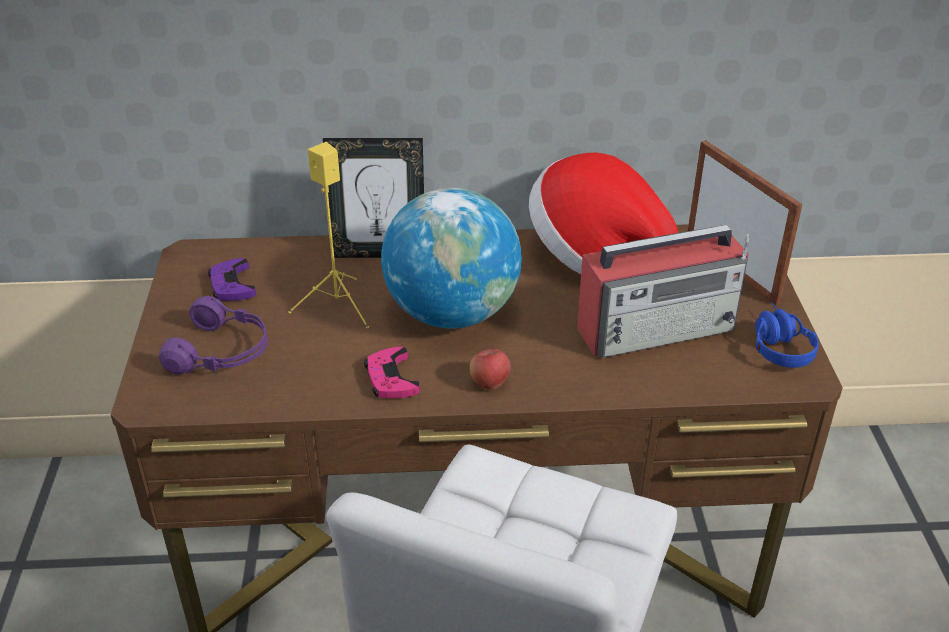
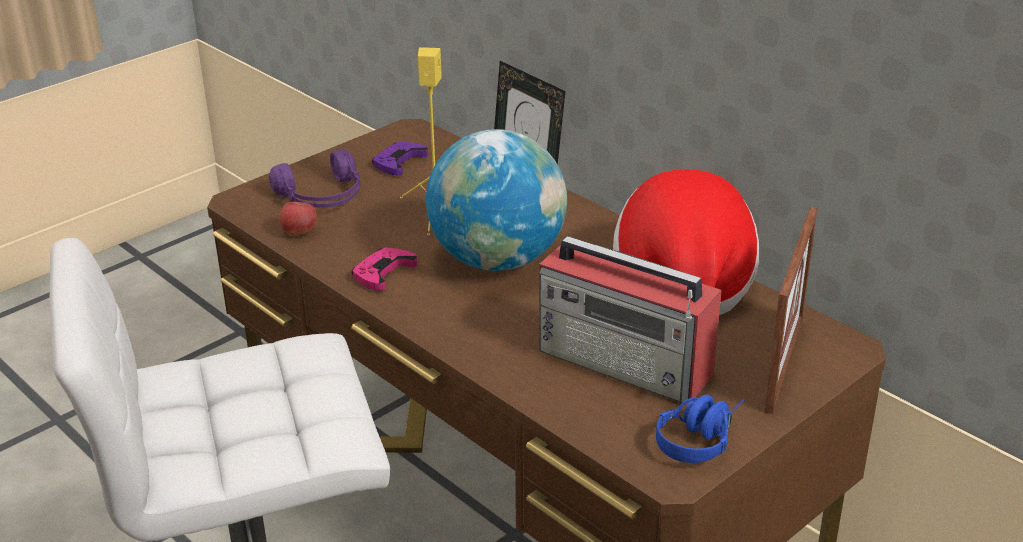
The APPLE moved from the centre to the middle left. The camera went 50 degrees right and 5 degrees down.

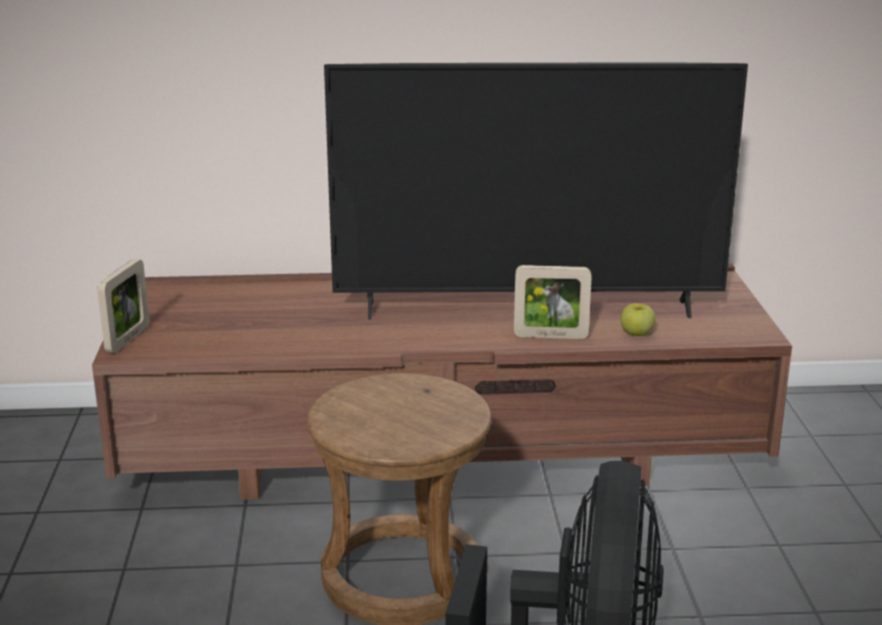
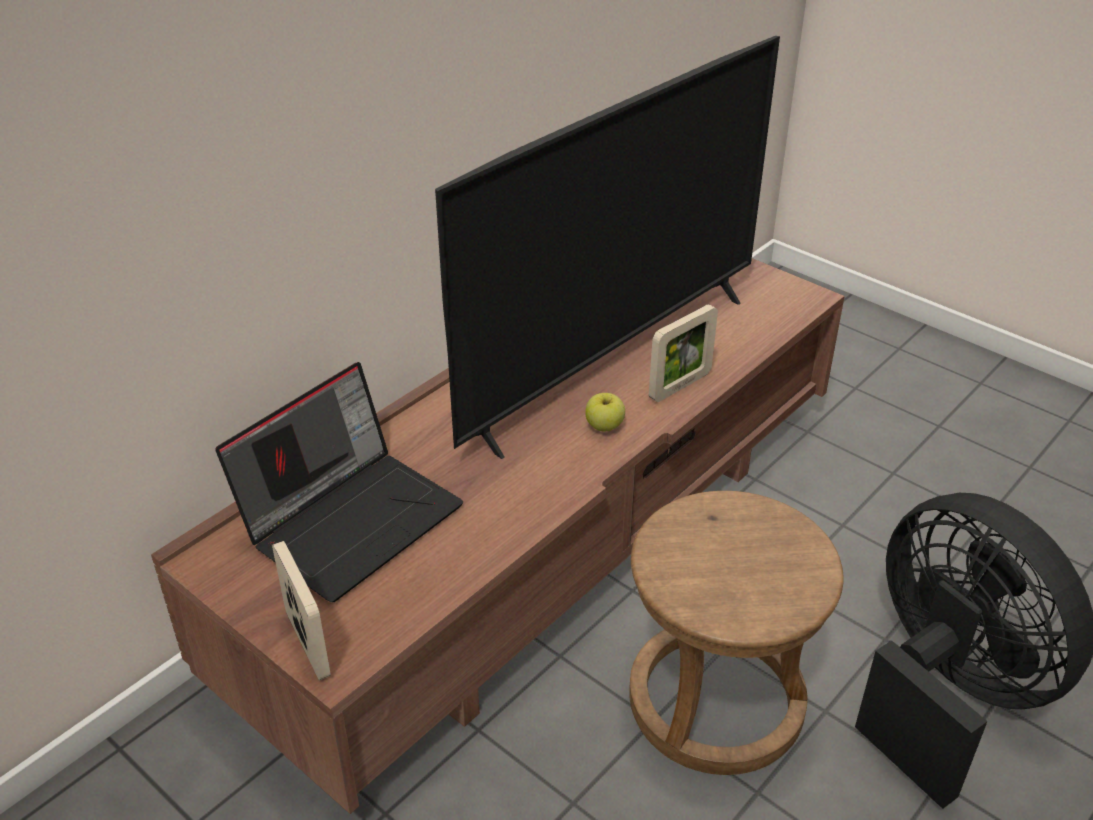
The APPLE moved from the middle right to the centre. The LAPTOP at the middle left appeared. The camera went 45 degrees left and 15 degrees up.

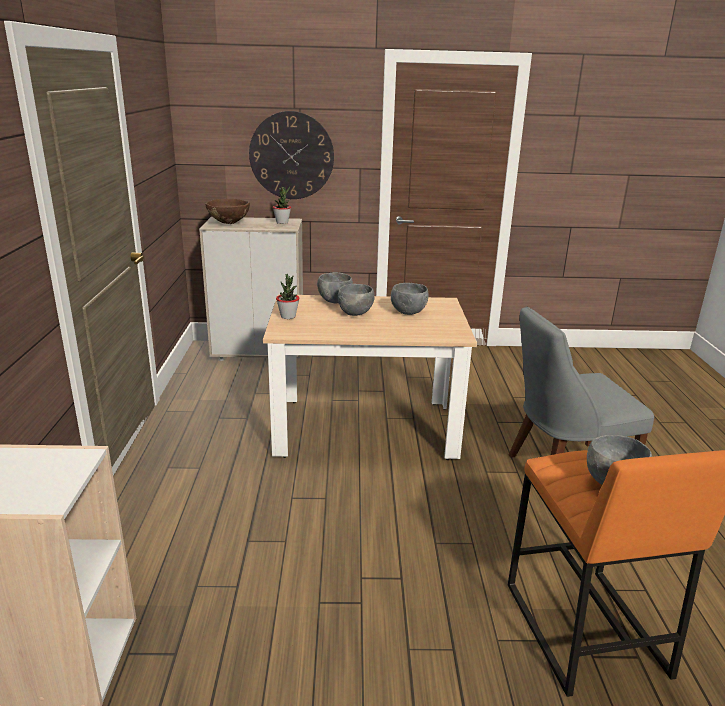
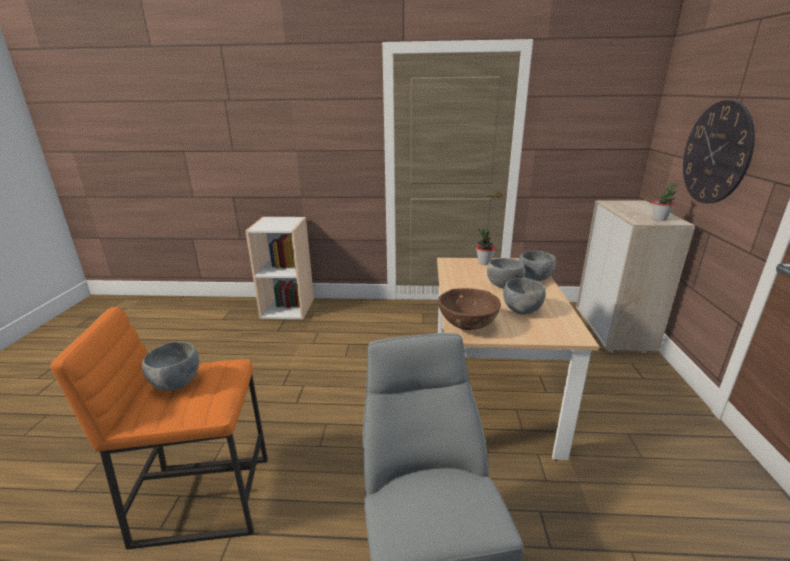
The BROWN BOWL moved from the top left to the centre. The camera went 95 degrees right and 0 degrees up.

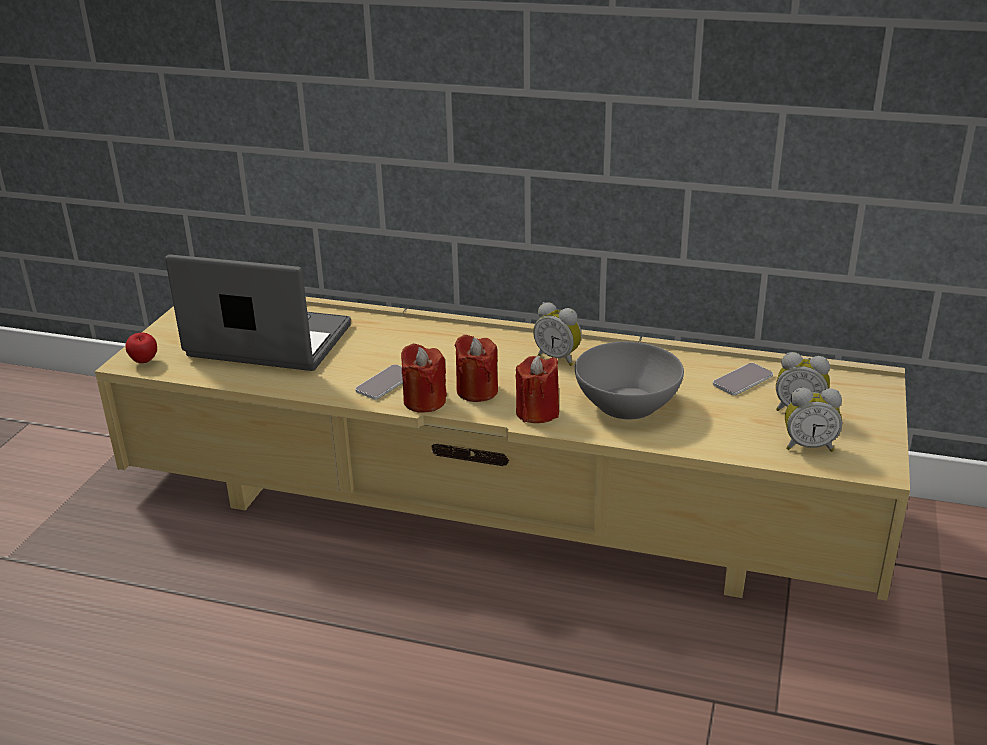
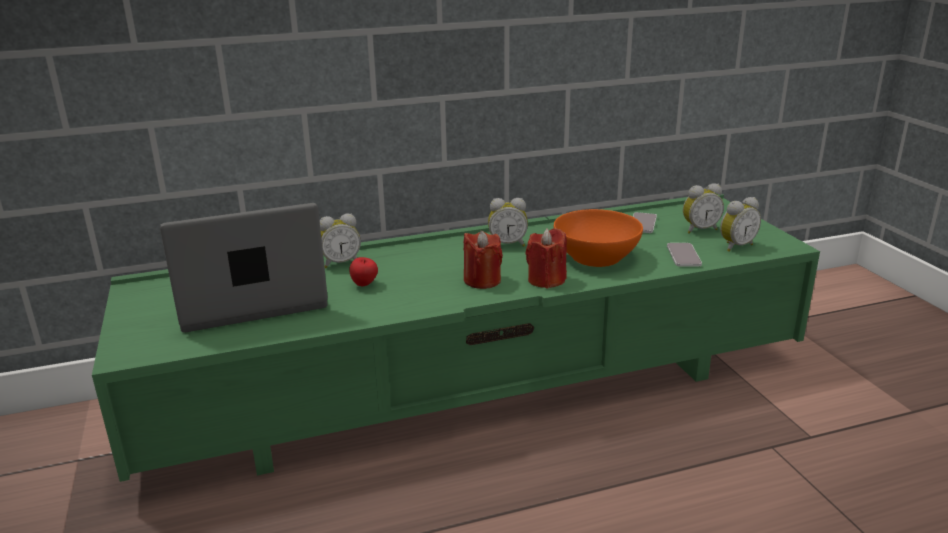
The BEIGE TV STAND at the centre became the GREEN TV STAND at the centre. The APPLE moved from the middle left to the centre. The PHONE (1st from left in the first image) moved from the centre to the middle right. The RED CANDLE (1st from left) at the centre disappeared. The GREY BOWL at the centre became the ORANGE BOWL at the centre. The ALARM CLOCK (1st from left) at the centre appeared. The camera went 35 degrees left and 5 degrees down.

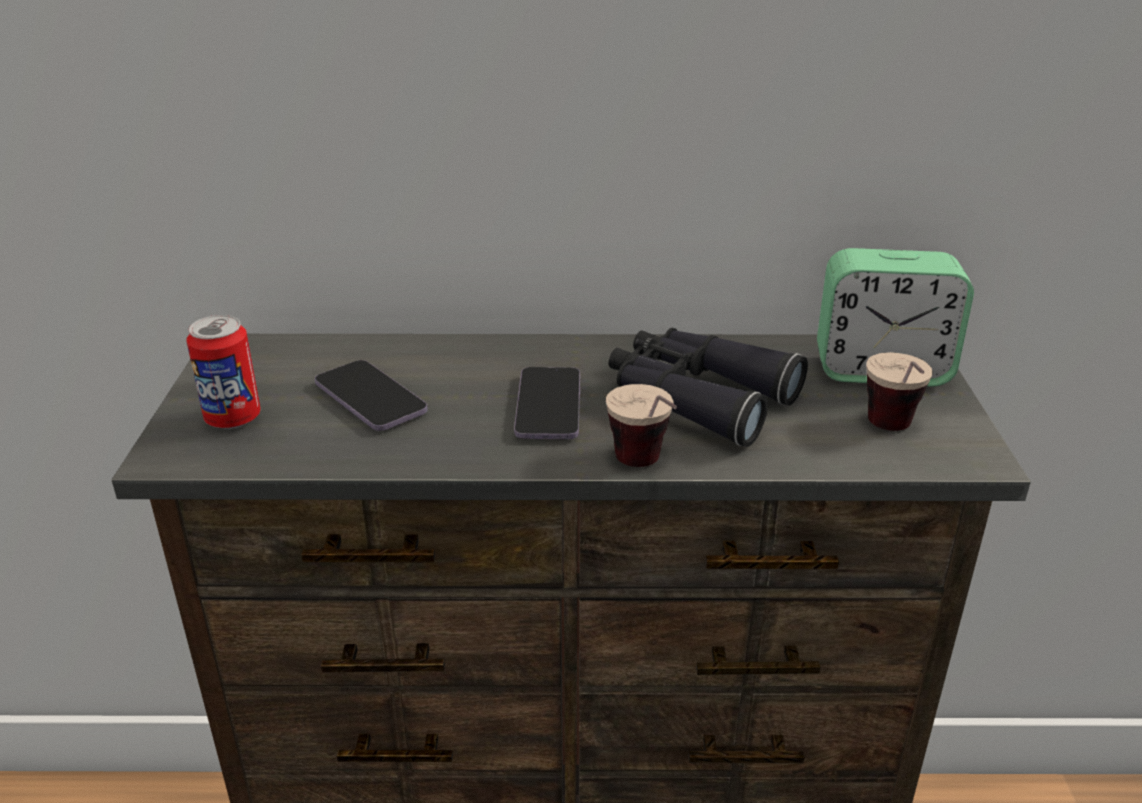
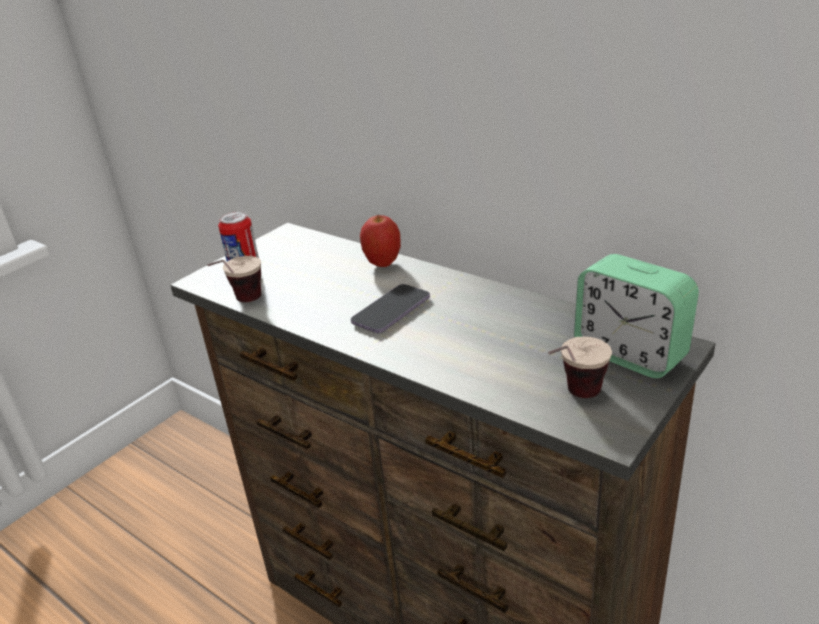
The PHONE (1st from left) at the middle left disappeared. The CUP (1st from left) moved from the centre to the middle left. The BLACK BINOCULARS at the centre disappeared. The APPLE at the centre appeared. The camera went 40 degrees right and 0 degrees up.

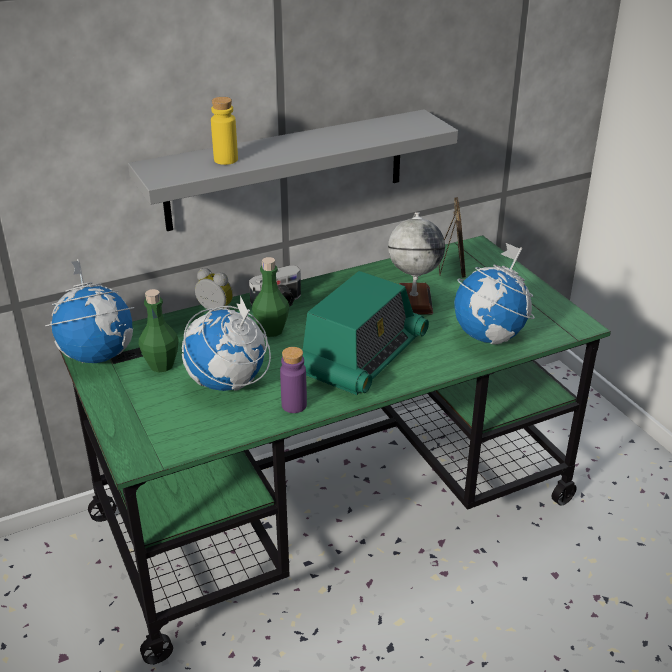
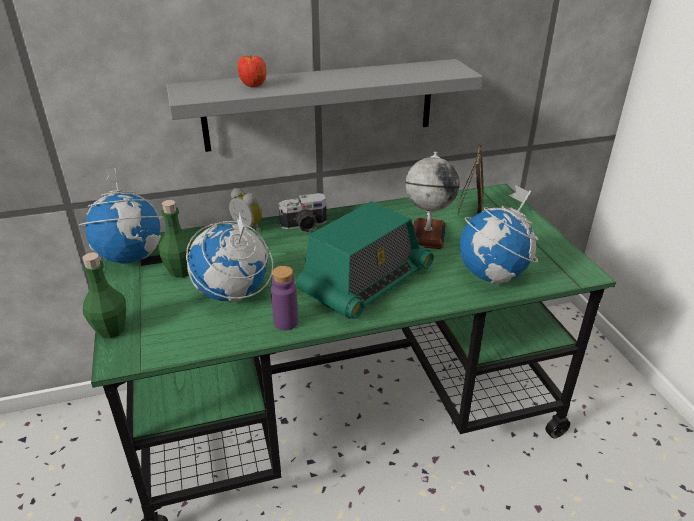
The YELLOW BOTTLE at the top centre was replaced by the APPLE at the top centre. The GREEN BOTTLE (2nd from left in the first image) moved from the centre to the middle left. The camera went 10 degrees right and 0 degrees up.

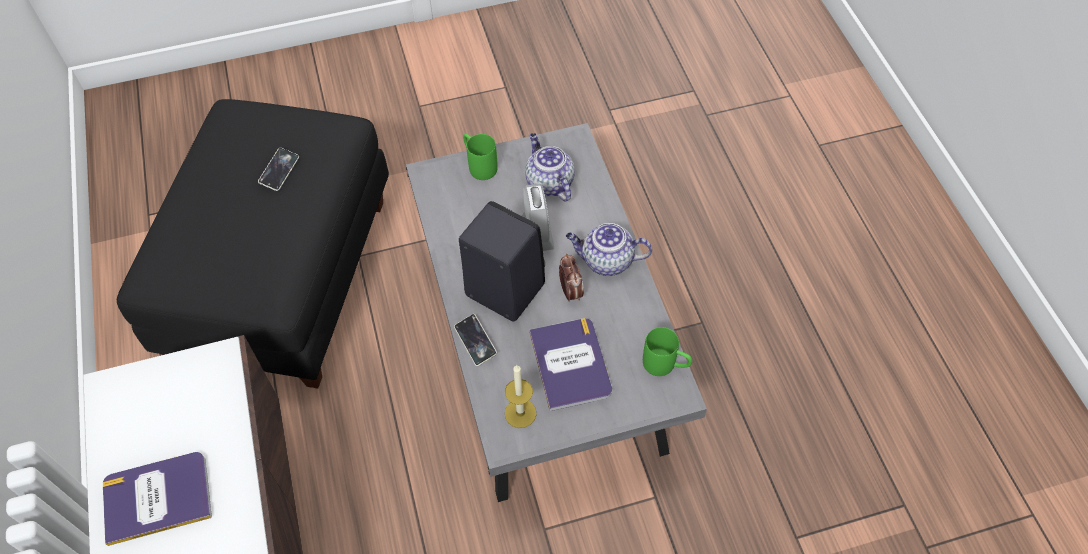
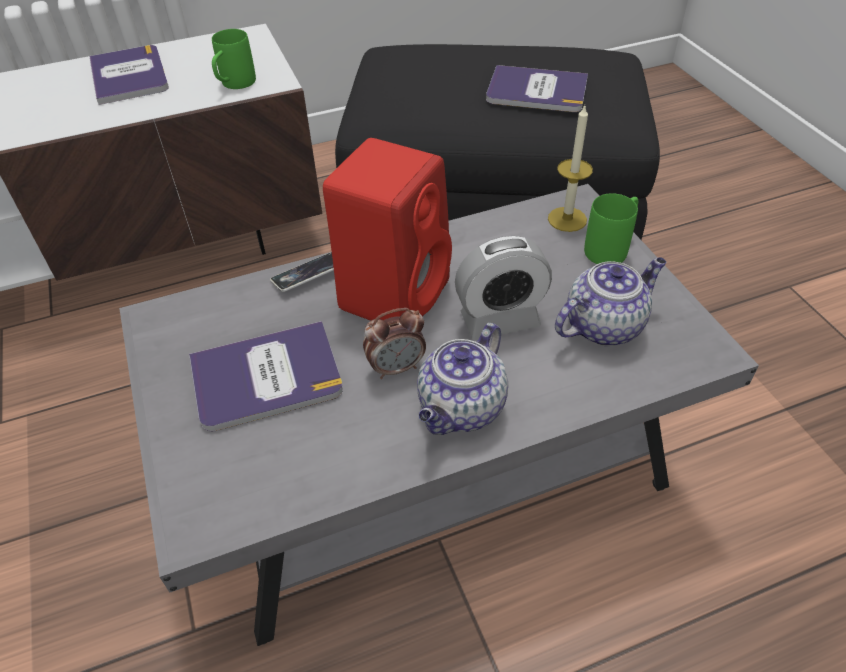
The PHONE (1st from left) at the top left was replaced by the BOOK (3rd from left) at the top centre. The BLACK SPEAKER at the centre became the RED SPEAKER at the centre. The CANDLE moved from the bottom centre to the top right. The TEAPOT (2nd from left in the first image) at the centre turned 150 degrees counterclockwise. The GREEN MUG (2nd from left in the first image) moved from the centre to the top left. The camera went 85 degrees right and 10 degrees down.

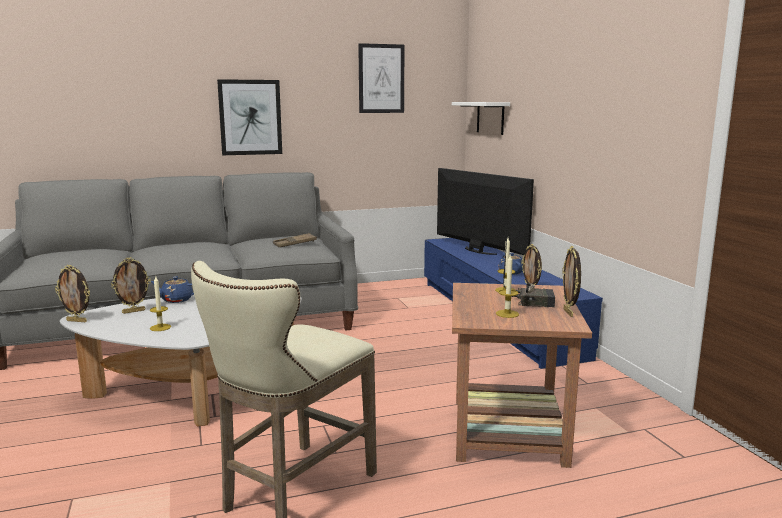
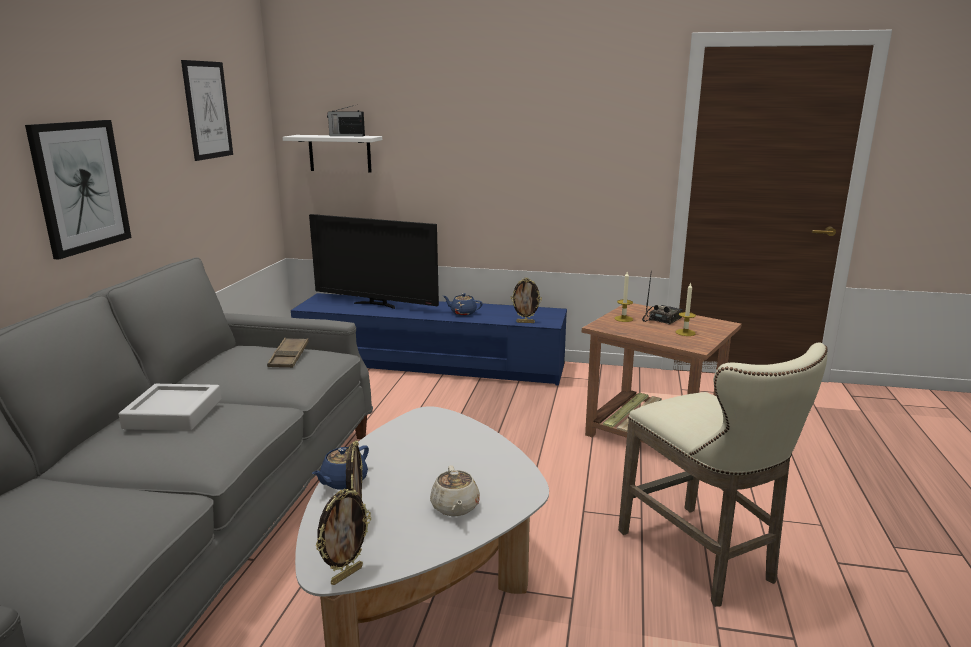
The CANDLE (1st from left) at the middle left was replaced by the BEIGE TEAPOT at the bottom centre. The TELEVISION at the centre turned 150 degrees counterclockwise. The PICTURE FRAME (4th from left) at the middle right disappeared. The GREY TRAY at the middle left appeared. The RADIO (1st from left) at the top centre appeared. The camera went 60 degrees left and 5 degrees up.

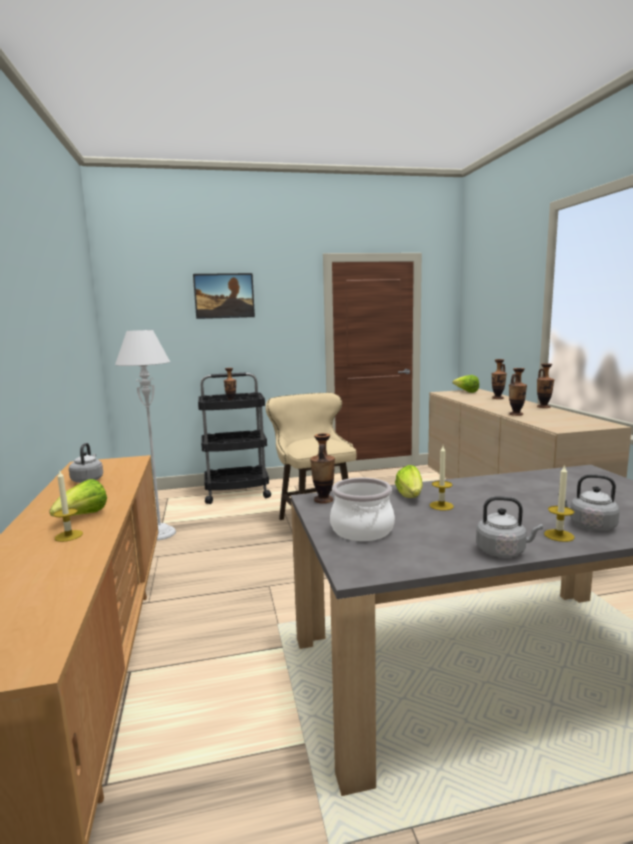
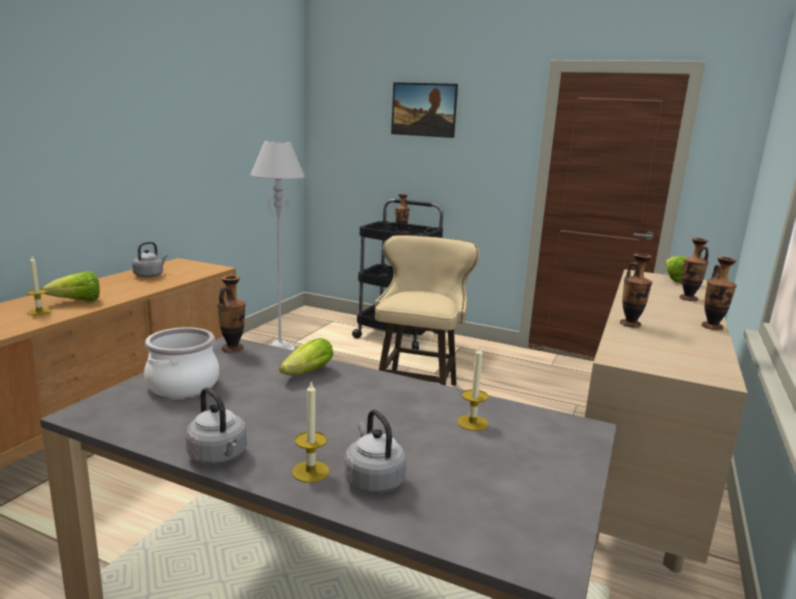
The CANDLE (2nd from left in the first image) moved from the middle right to the centre. The camera went 35 degrees right and 5 degrees up.

